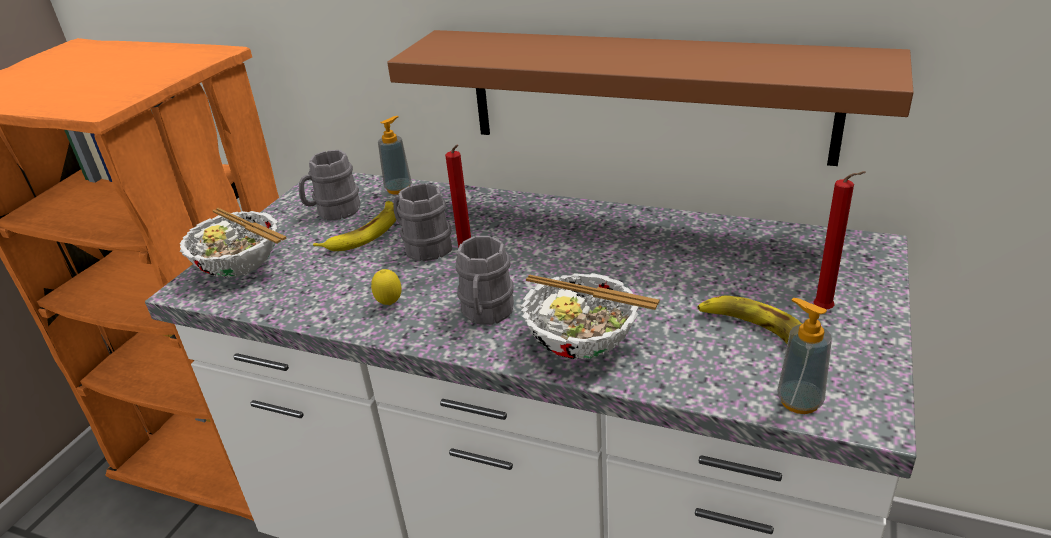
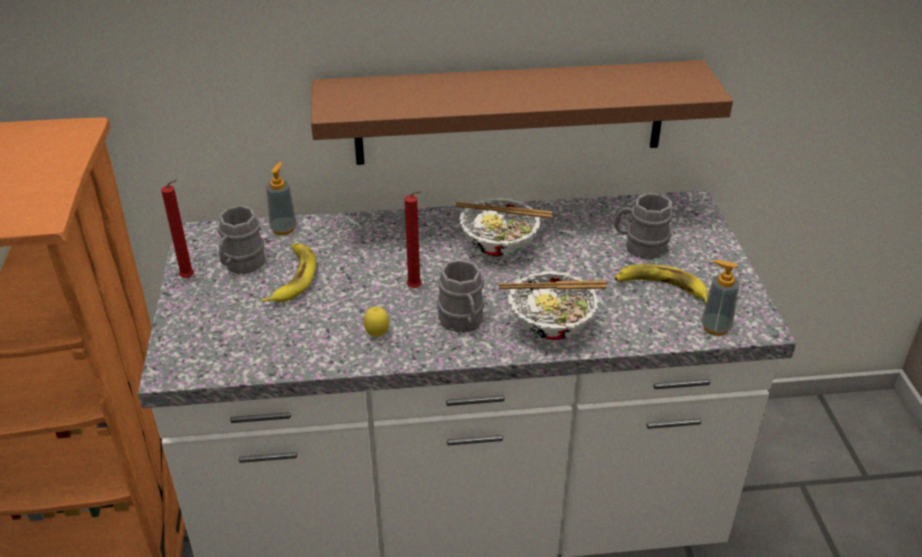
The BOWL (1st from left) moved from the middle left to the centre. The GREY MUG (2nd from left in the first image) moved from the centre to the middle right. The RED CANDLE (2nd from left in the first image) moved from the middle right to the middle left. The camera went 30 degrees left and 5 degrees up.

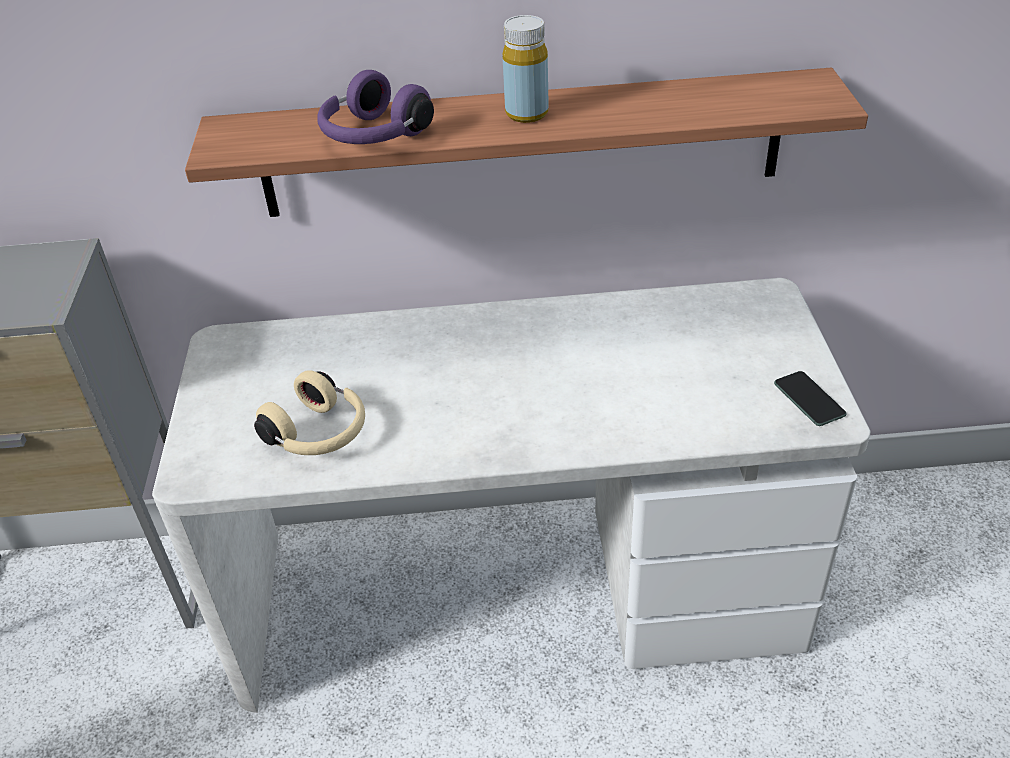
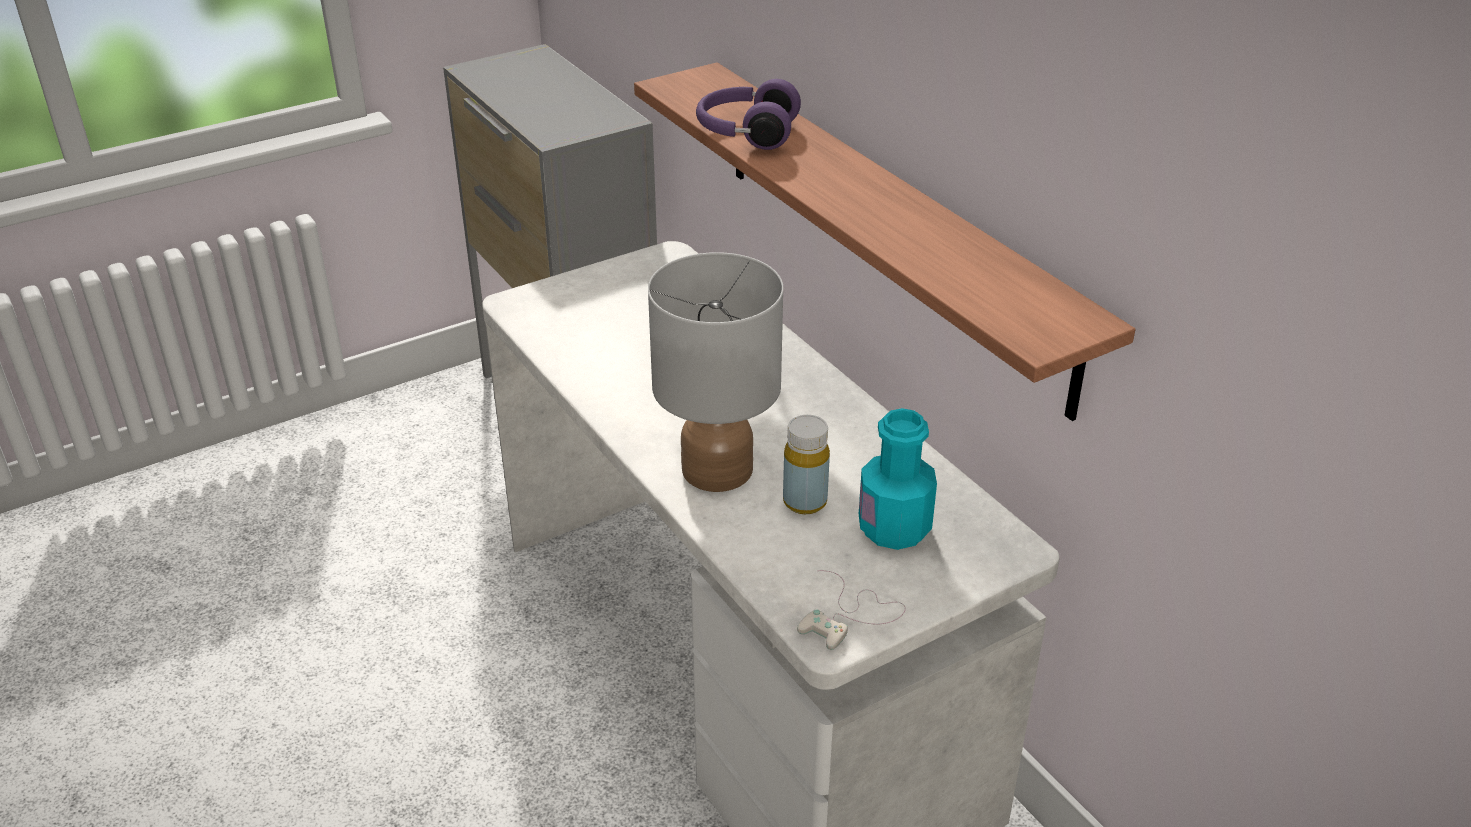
The BEIGE HEADPHONES at the middle left disappeared. The YELLOW BOTTLE moved from the top centre to the centre. The PHONE at the middle right was replaced by the WHITE GAME CONTROLLER at the bottom centre. The GREY TABLE LAMP at the centre appeared. The TURQUOISE BOTTLE at the centre appeared. The camera went 60 degrees right and 5 degrees down.

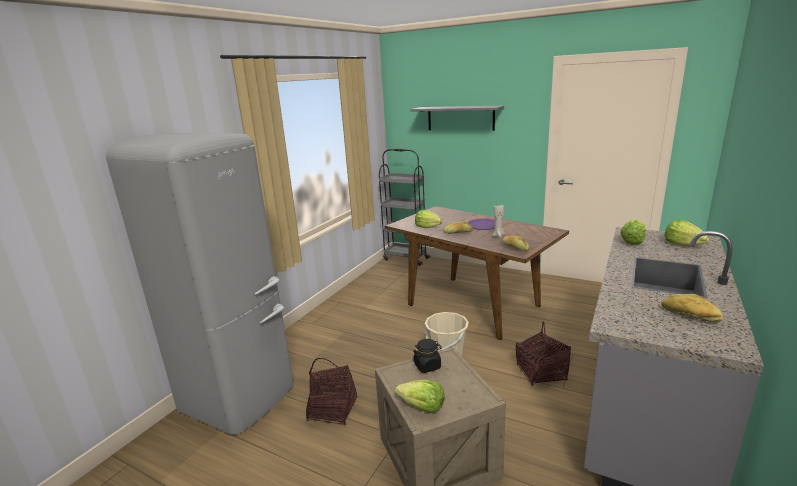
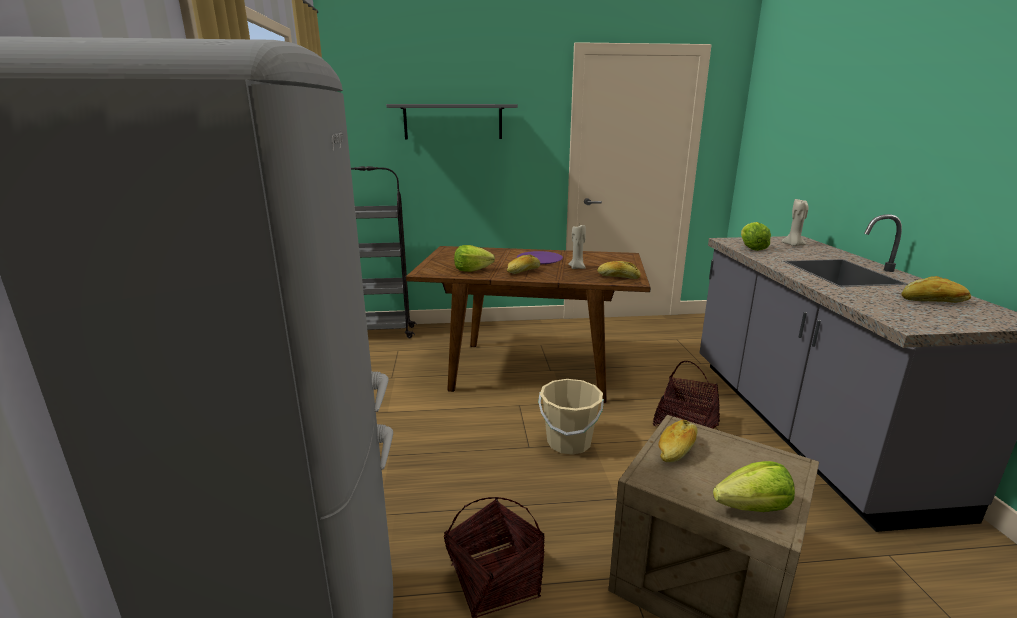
The BLACK JAR at the bottom centre was replaced by the BREAD (3rd from left) at the bottom right. The LETTUCE (4th from left) at the middle right was replaced by the BEIGE CANDLE (2nd from left) at the middle right. The camera went 35 degrees left and 0 degrees up.

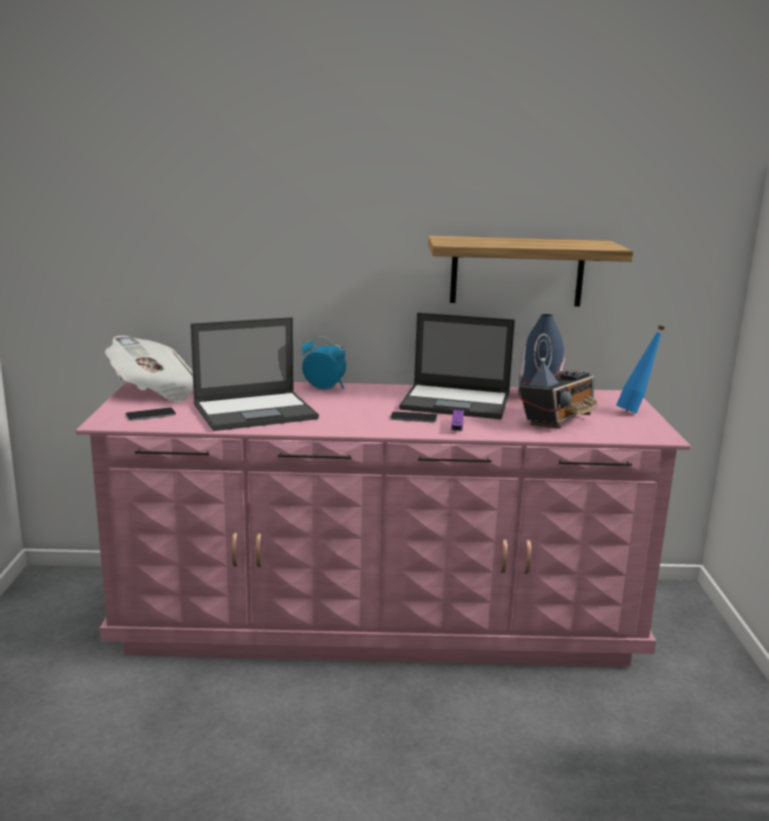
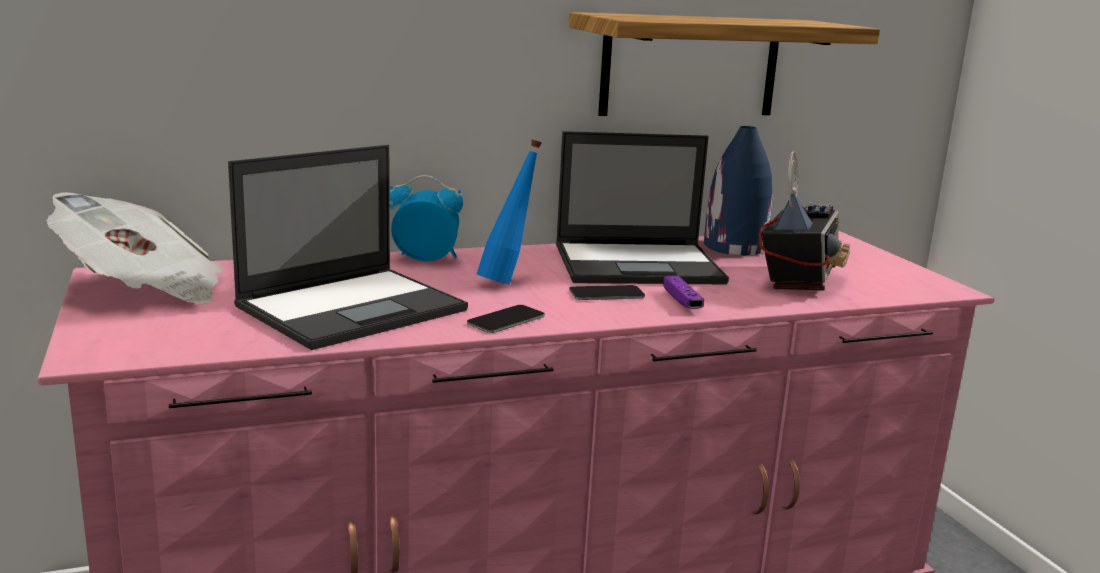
The PHONE (1st from left) moved from the middle left to the centre. The BLUE BOTTLE moved from the middle right to the centre. The camera went 20 degrees left and 0 degrees up.

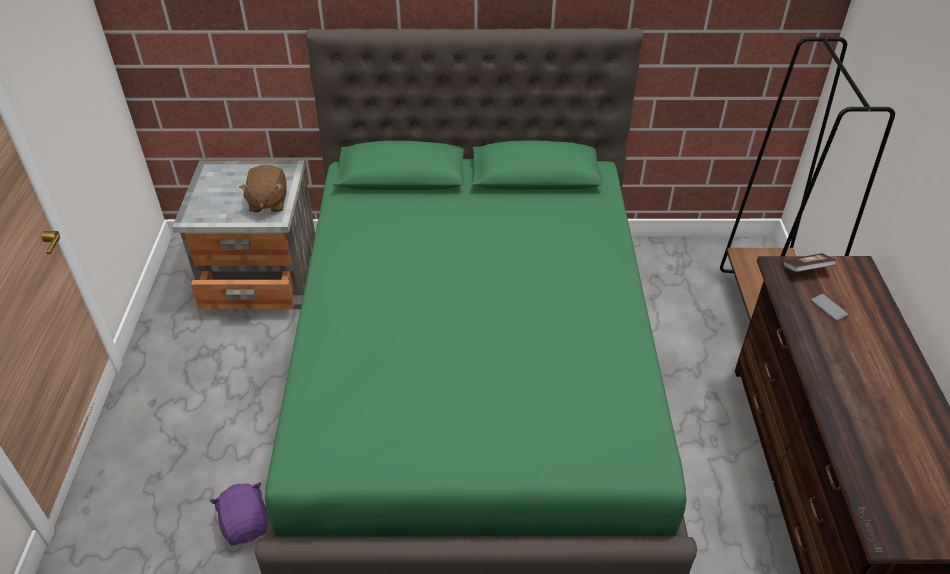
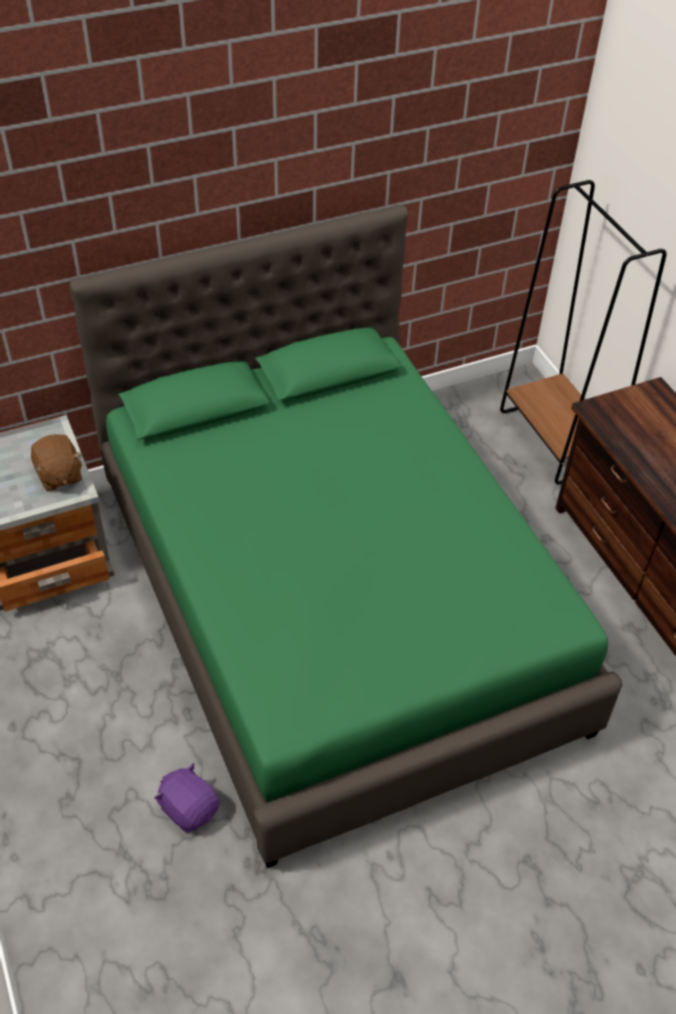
The BOOK at the middle right disappeared. The PHONE at the middle right disappeared. The camera went 25 degrees left and 5 degrees up.

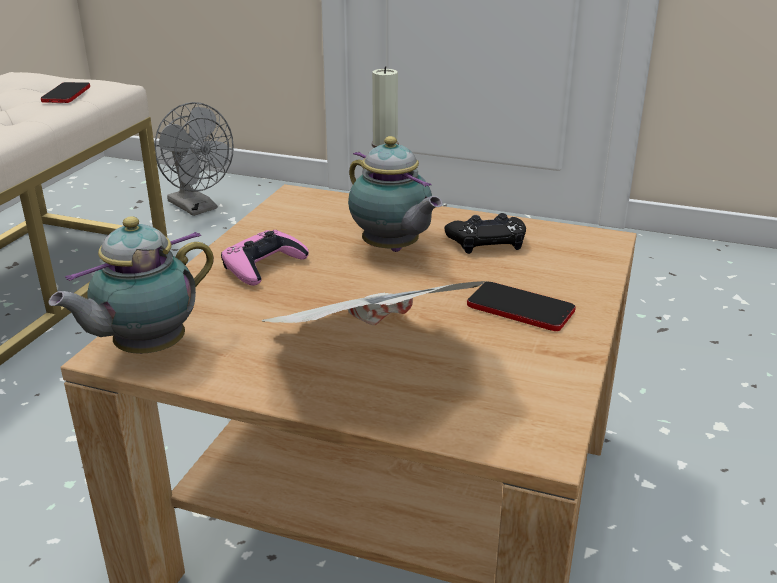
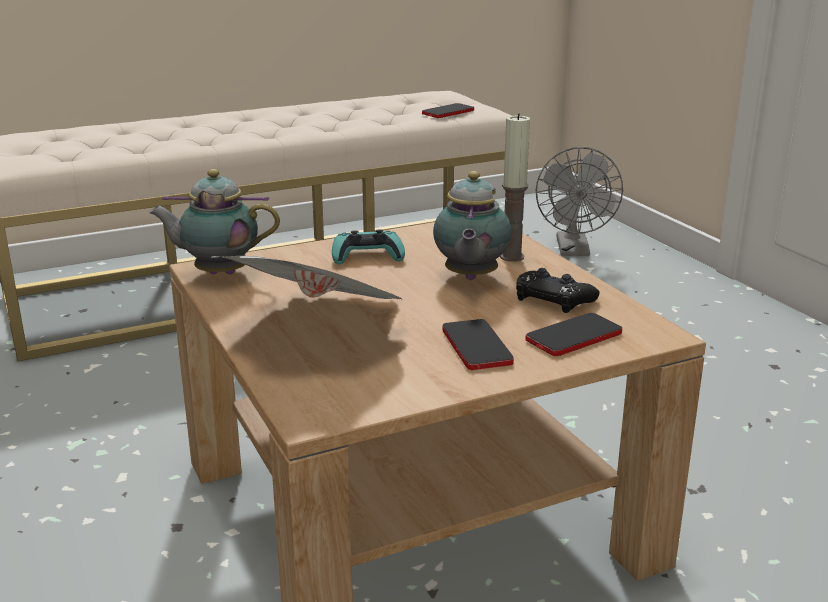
The PINK GAME CONTROLLER at the centre became the TURQUOISE GAME CONTROLLER at the centre. The PHONE (3rd from left) at the middle right appeared. The camera went 45 degrees right and 5 degrees down.

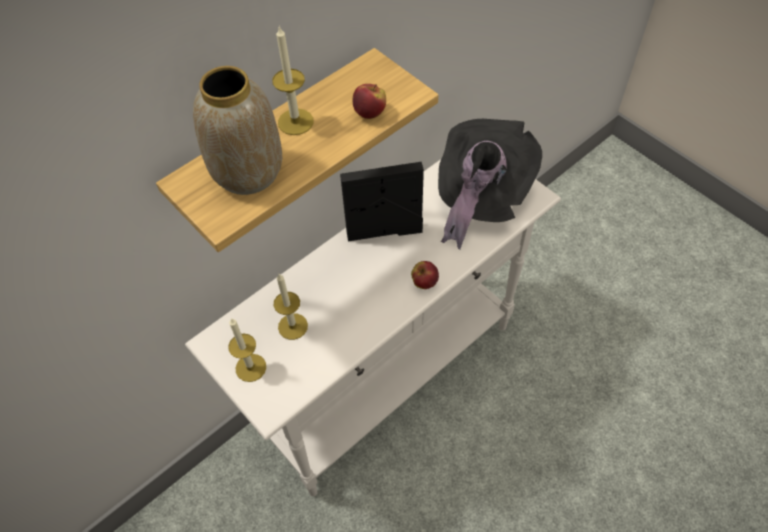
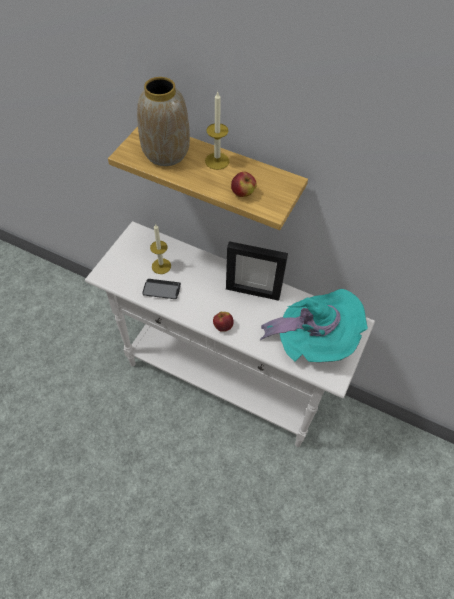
The CANDLE (1st from left) at the middle left disappeared. The PICTURE FRAME at the centre turned 135 degrees clockwise. The BLACK HAT at the centre became the TURQUOISE HAT at the middle right. The PHONE at the centre appeared. The camera went 65 degrees right and 0 degrees up.

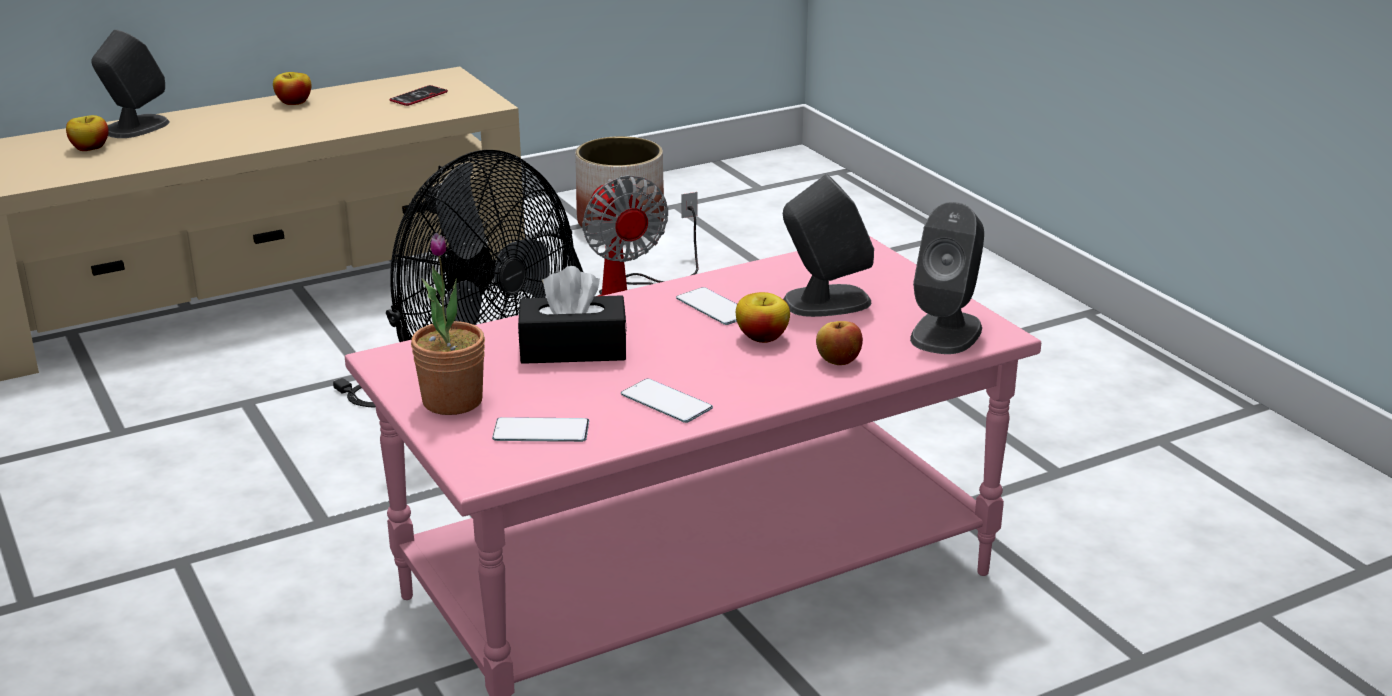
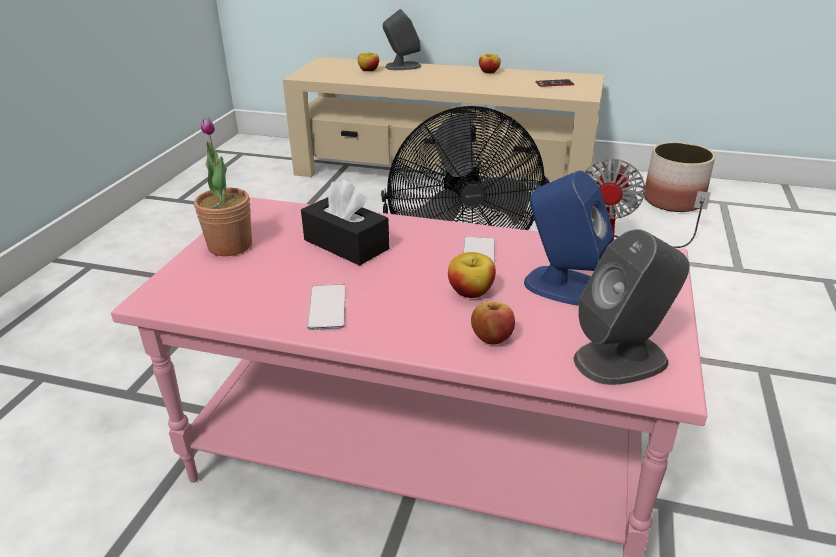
The PHONE (2nd from left) at the centre disappeared. The GREY SPEAKER (2nd from left) at the centre became the BLUE SPEAKER at the middle right. The camera went 45 degrees right and 5 degrees up.

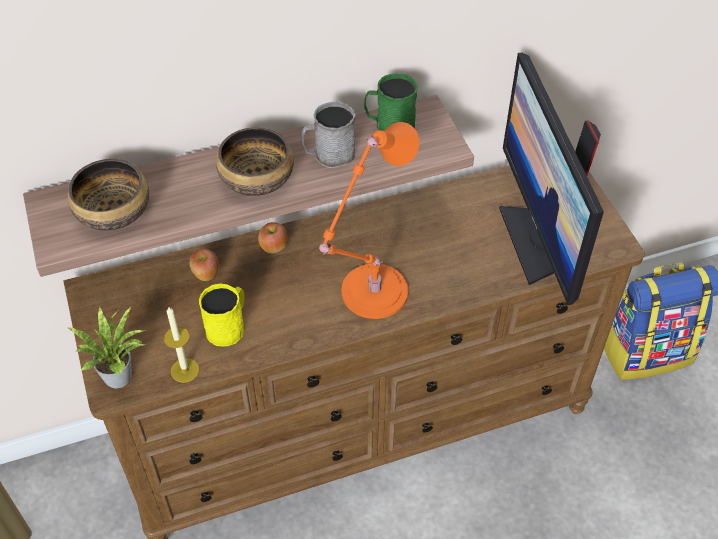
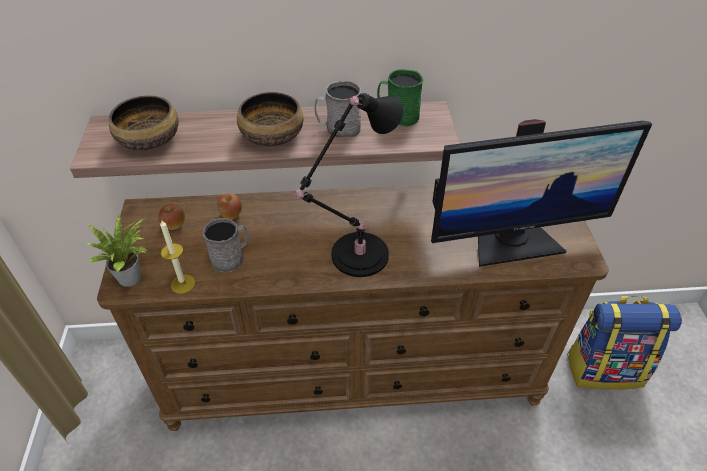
The YELLOW MUG at the middle left became the GREY MUG (1st from left) at the middle left. The APPLE (2nd from left in the first image) moved from the centre to the middle left. The ORANGE TABLE LAMP at the centre became the BLACK TABLE LAMP at the centre. The MONITOR at the top right turned 105 degrees counterclockwise. The camera went 15 degrees right and 5 degrees down.

